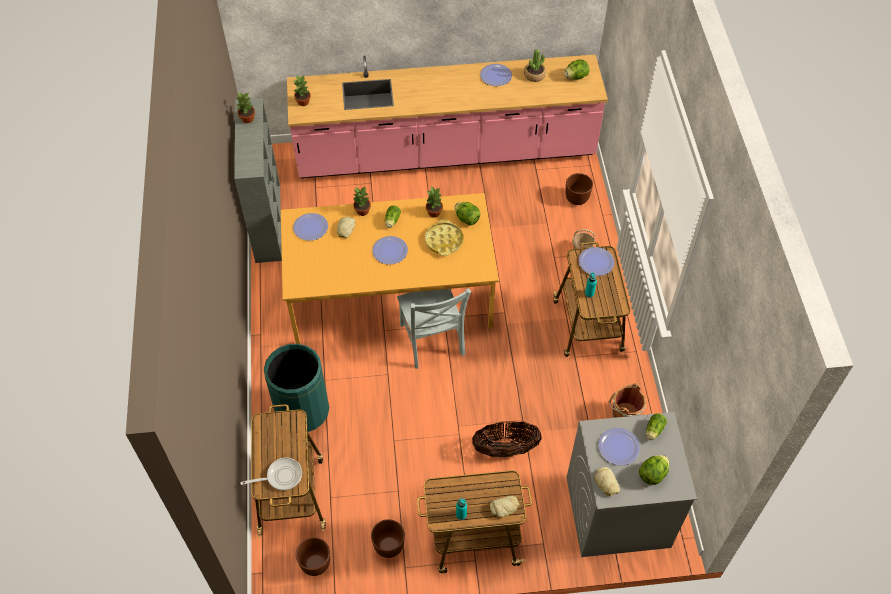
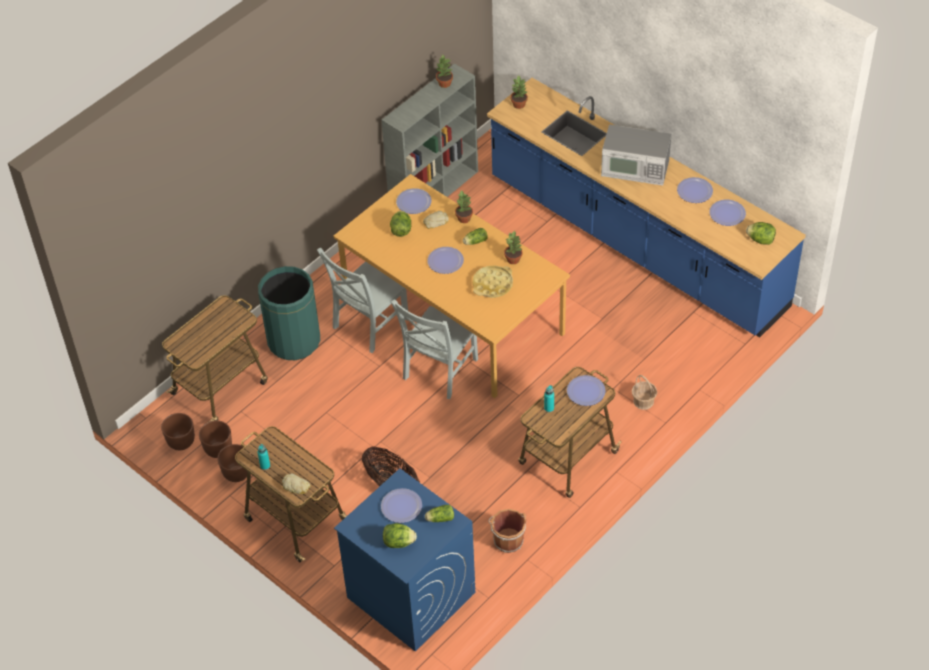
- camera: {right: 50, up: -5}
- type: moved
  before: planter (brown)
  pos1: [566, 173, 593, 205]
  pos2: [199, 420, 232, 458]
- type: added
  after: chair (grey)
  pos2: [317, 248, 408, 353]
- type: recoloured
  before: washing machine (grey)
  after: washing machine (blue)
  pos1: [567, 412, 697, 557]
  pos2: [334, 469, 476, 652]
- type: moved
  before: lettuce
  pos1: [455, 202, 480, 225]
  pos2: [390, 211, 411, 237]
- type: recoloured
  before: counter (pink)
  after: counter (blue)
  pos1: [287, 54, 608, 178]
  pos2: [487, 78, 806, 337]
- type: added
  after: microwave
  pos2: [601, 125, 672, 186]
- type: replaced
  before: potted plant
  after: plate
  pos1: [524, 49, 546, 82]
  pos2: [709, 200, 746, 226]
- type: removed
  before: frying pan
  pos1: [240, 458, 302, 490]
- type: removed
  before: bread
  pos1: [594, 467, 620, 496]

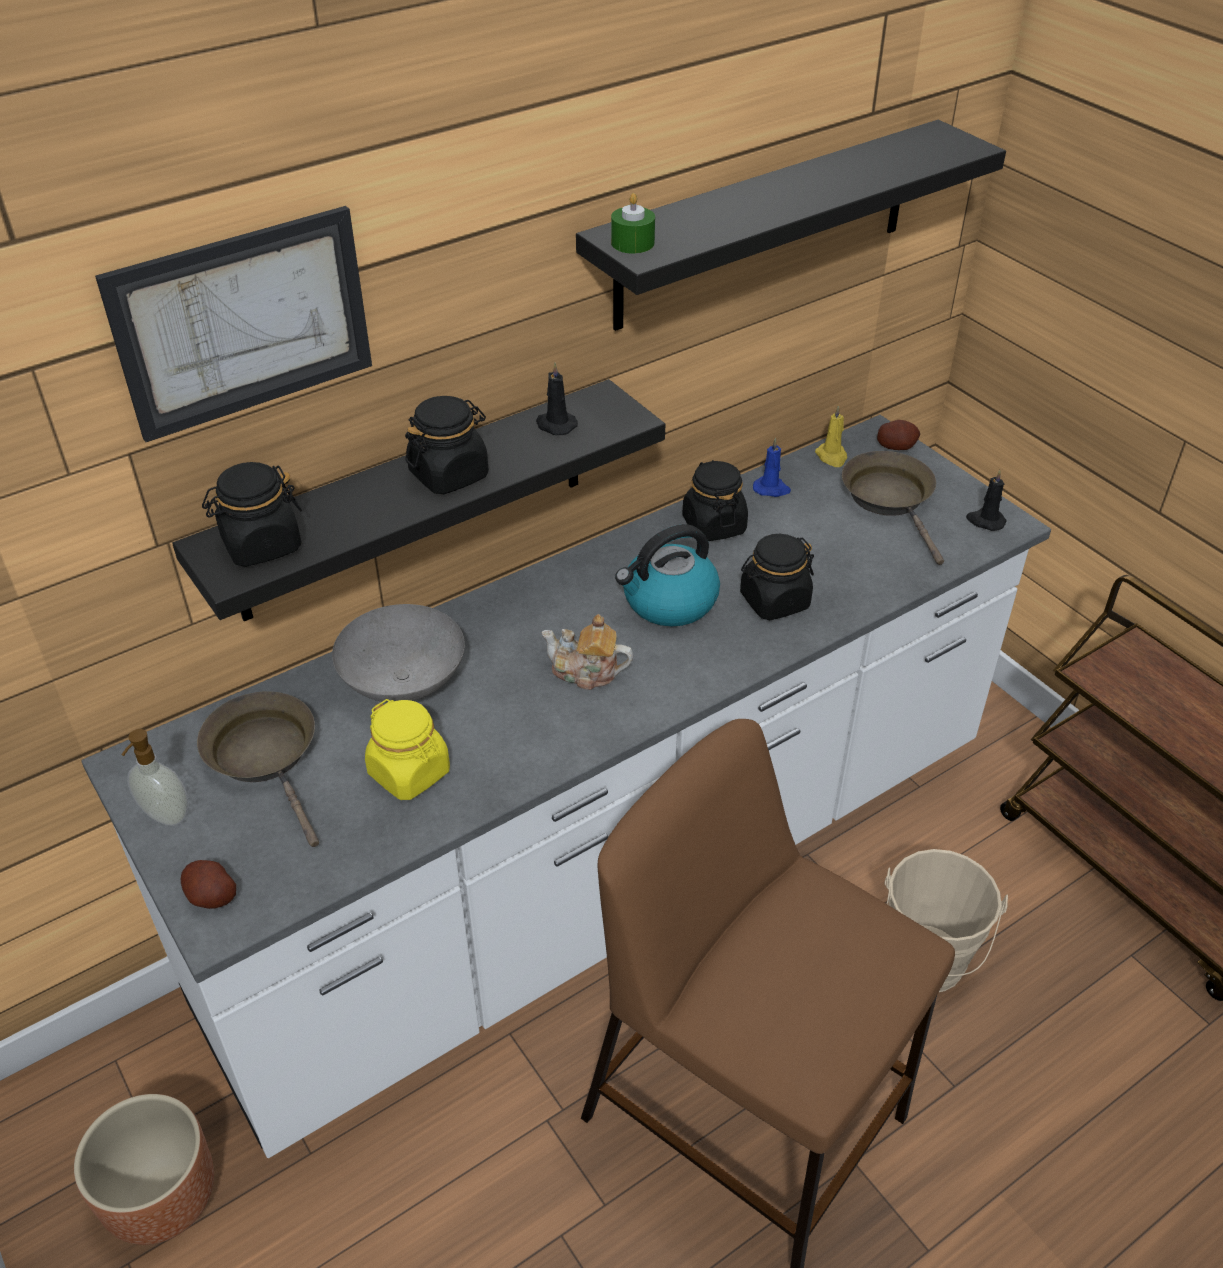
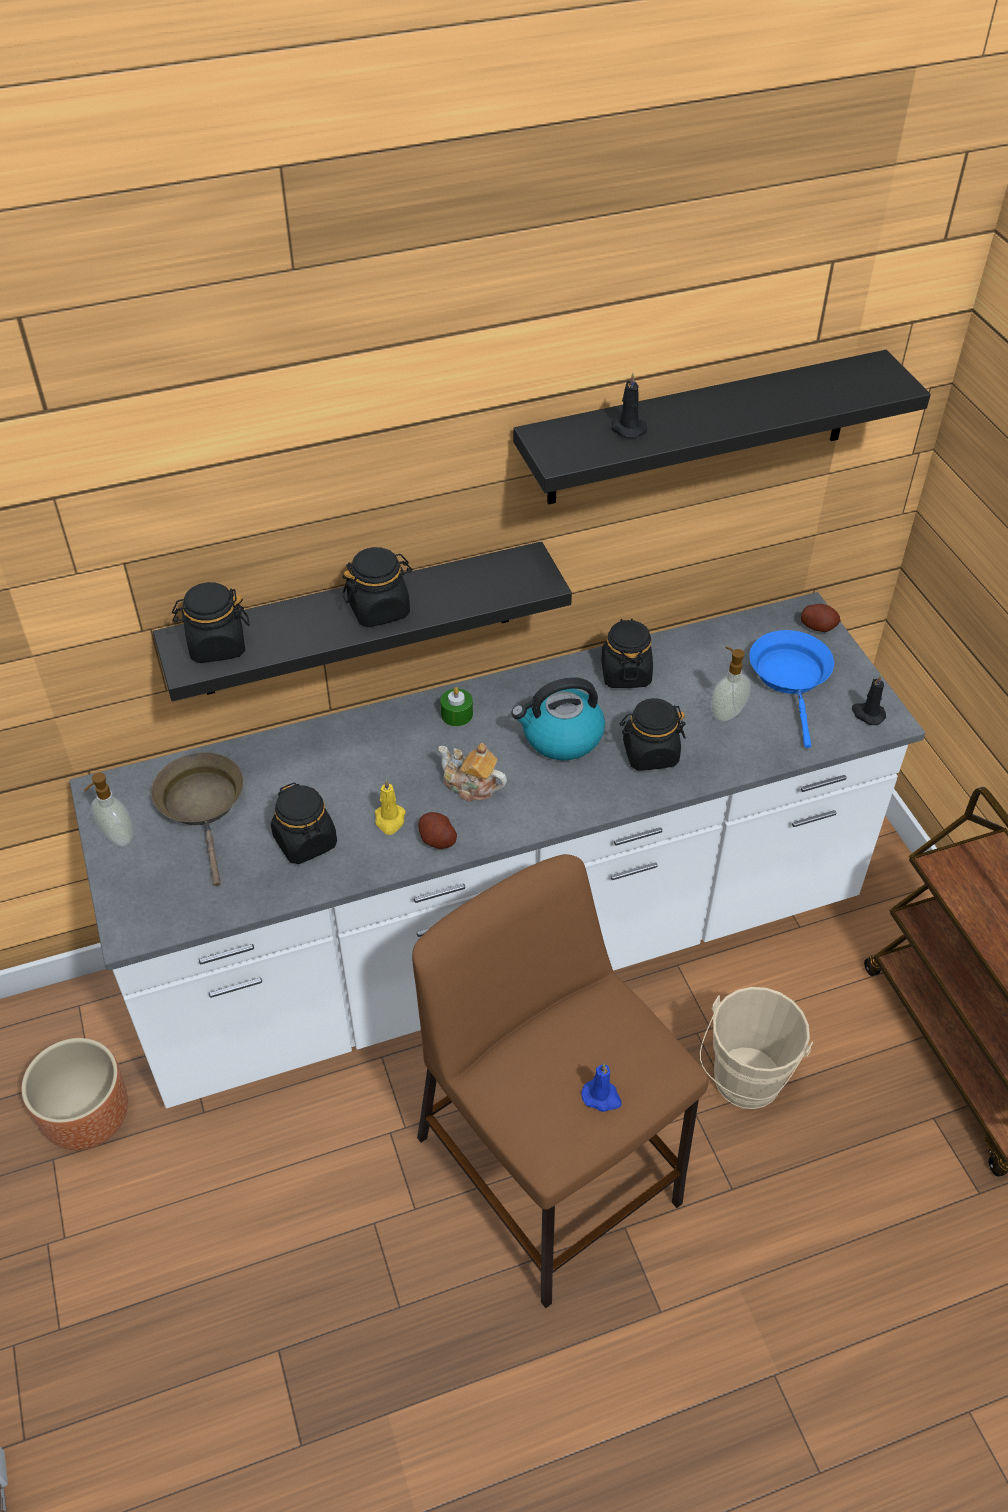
- camera: {right: 15, up: 5}
- type: recoloured
  before: jar (yellow)
  after: jar (black)
  pos1: [365, 699, 450, 800]
  pos2: [271, 782, 337, 864]
- type: moved
  before: candle (yellow)
  pos1: [815, 405, 847, 467]
  pos2: [375, 779, 406, 835]
- type: moved
  before: potato
  pos1: [181, 860, 236, 909]
  pos2: [418, 812, 457, 849]
- type: moved
  before: candle (green)
  pos1: [611, 193, 655, 254]
  pos2: [440, 687, 473, 726]
- type: moved
  before: candle (blue)
  pos1: [753, 438, 791, 497]
  pos2: [581, 1063, 622, 1112]
- type: moved
  before: candle (black)
  pos1: [536, 363, 578, 435]
  pos2: [611, 373, 647, 439]
- type: added
  after: soap dispenser
  pos2: [711, 647, 751, 722]
- type: recoloured
  before: frying pan (brown)
  after: frying pan (blue)
  pos1: [842, 451, 944, 565]
  pos2: [749, 630, 834, 748]
- type: removed
  before: picture
  pos1: [95, 206, 372, 442]
- type: removed
  before: bowl (grey)
  pos1: [332, 604, 465, 703]

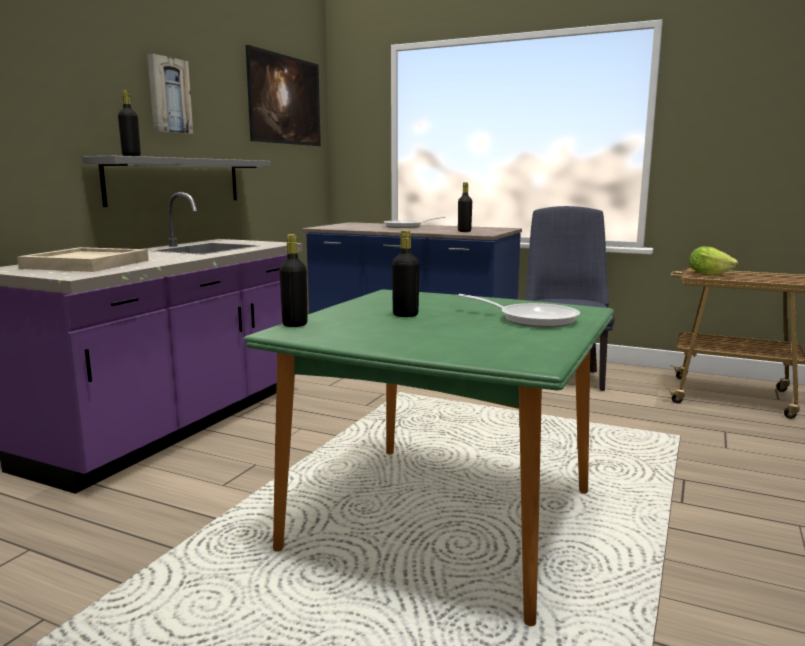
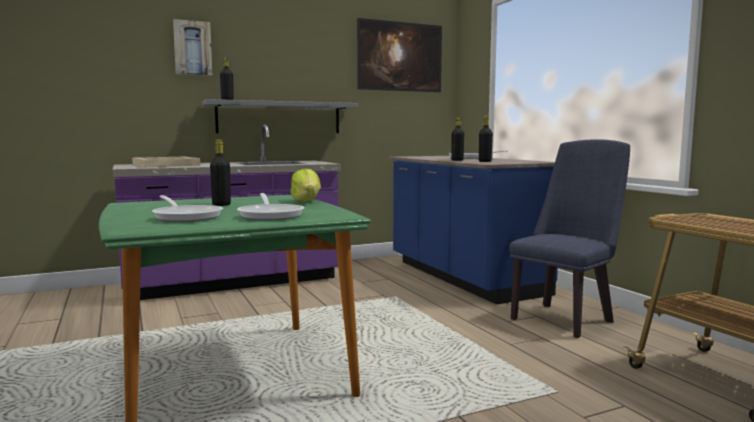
- camera: {right: 40, up: -5}
- type: added
  after: frying pan
  pos2: [152, 195, 223, 222]
- type: moved
  before: picture
  pos1: [147, 53, 193, 134]
  pos2: [173, 19, 212, 76]
- type: moved
  before: lettuce
  pos1: [689, 246, 738, 276]
  pos2: [290, 168, 321, 202]
- type: moved
  before: bottle (black)
  pos1: [279, 234, 308, 327]
  pos2: [451, 117, 464, 161]

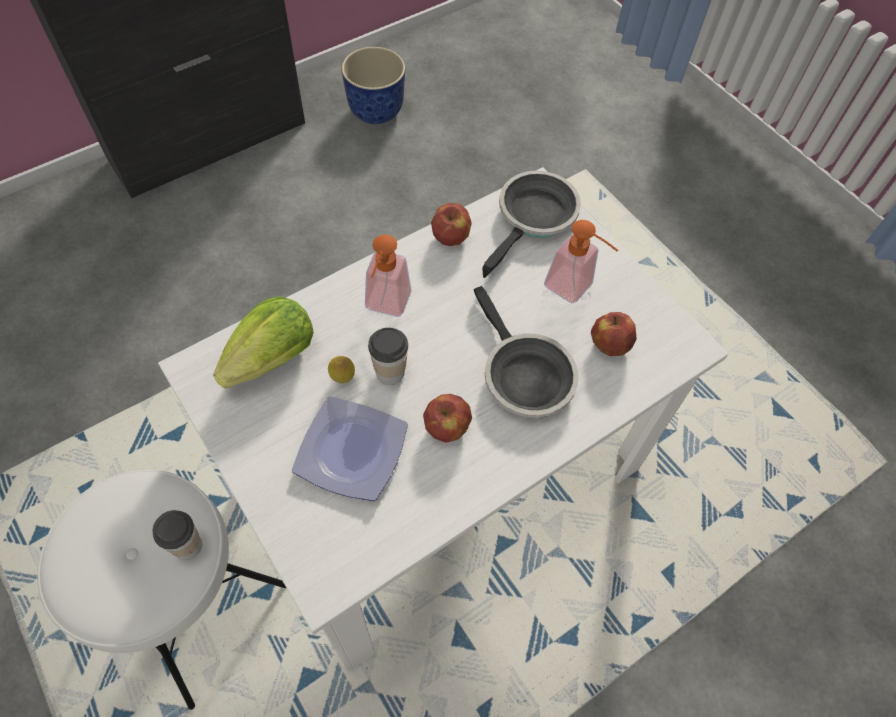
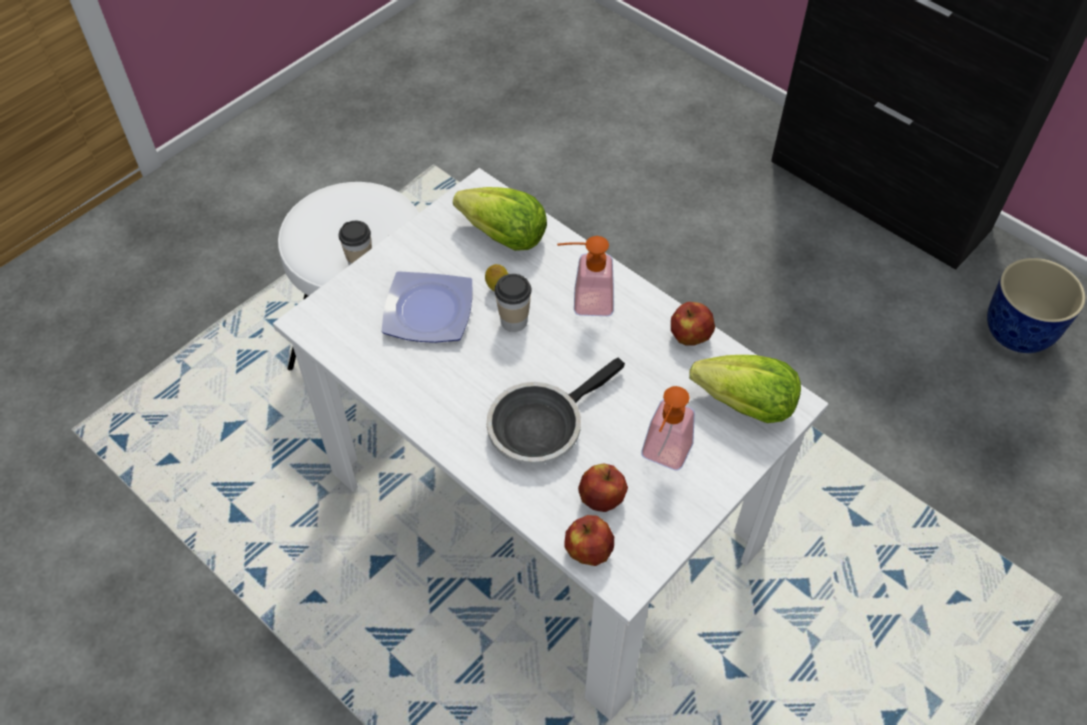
- camera: {right: 80, up: -5}
- type: moved
  before: apple
  pos1: [423, 394, 472, 443]
  pos2: [564, 515, 614, 566]
- type: replaced
  before: frying pan
  after: lettuce
  pos1: [482, 171, 581, 278]
  pos2: [689, 355, 801, 423]

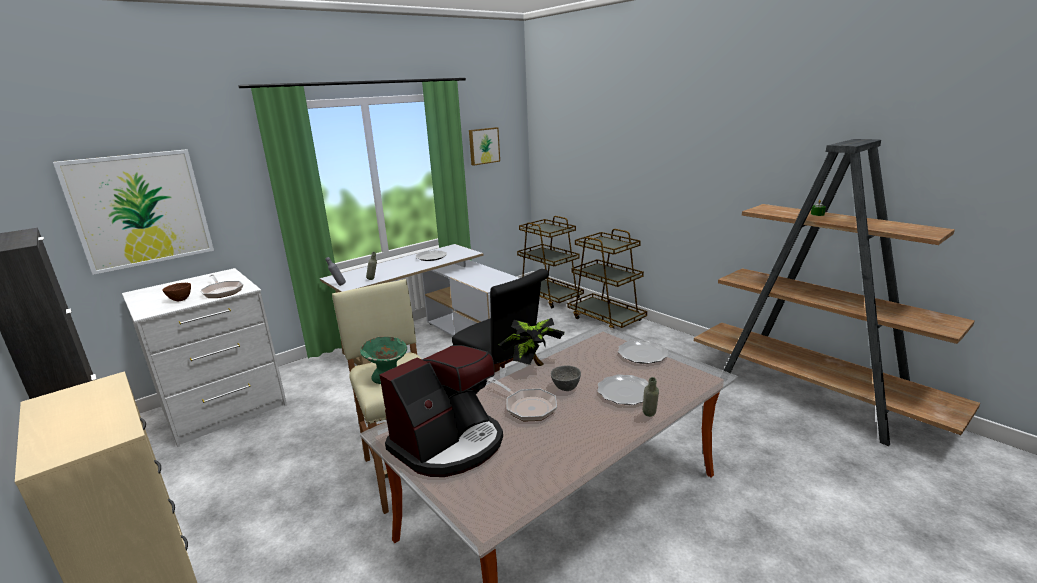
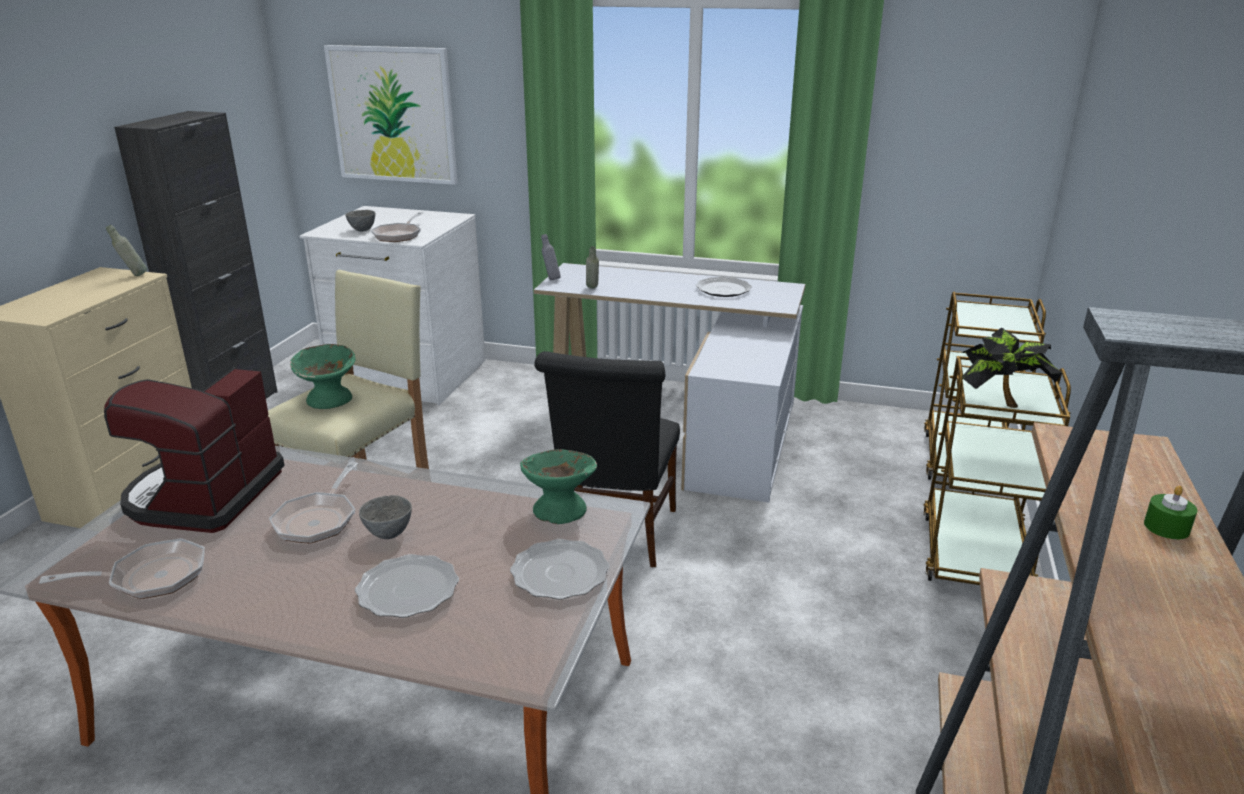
- camera: {right: 55, up: 5}
- type: added
  after: frying pan
  pos2: [39, 538, 205, 599]
- type: turned
  before: coffee machine
  pos1: [379, 345, 503, 477]
  pos2: [104, 367, 285, 533]
  turn: 90
- type: moved
  before: bottle (grey)
  pos1: [643, 377, 659, 417]
  pos2: [106, 225, 147, 276]
- type: recoloured
  before: bowl (brown)
  after: bowl (grey)
  pos1: [162, 283, 191, 301]
  pos2: [345, 210, 375, 231]
- type: added
  after: bowl (green)
  pos2: [520, 449, 597, 524]
- type: moved
  before: potted plant
  pos1: [499, 318, 564, 366]
  pos2: [961, 328, 1062, 408]
- type: removed
  before: picture
  pos1: [469, 127, 500, 165]

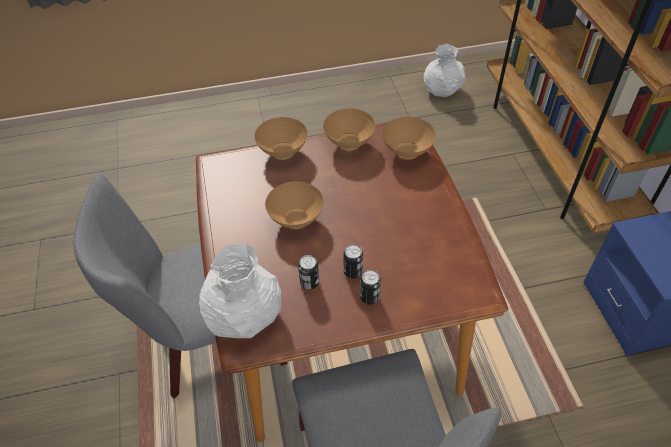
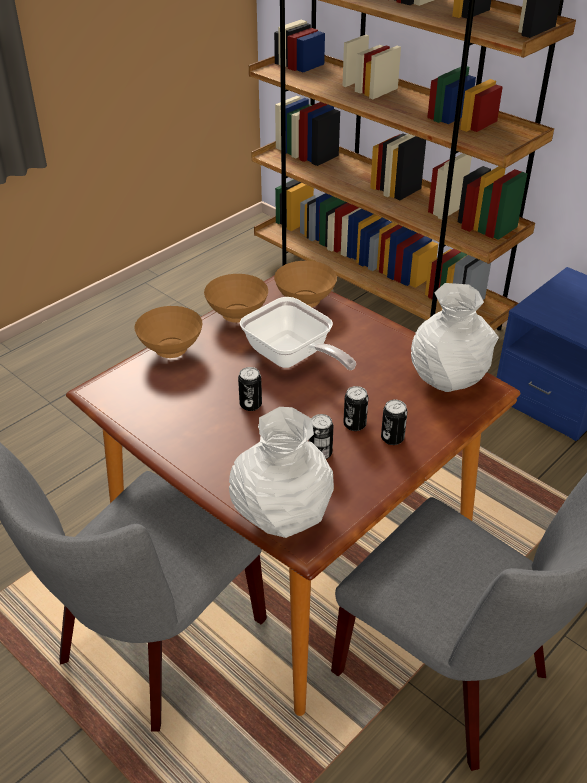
- camera: {right: -35, up: -10}
- type: replaced
  before: bowl (brown)
  after: can
  pos1: [265, 181, 324, 229]
  pos2: [238, 367, 262, 411]
- type: added
  after: frying pan
  pos2: [240, 297, 356, 370]
- type: moved
  before: vase (white)
  pos1: [424, 44, 466, 97]
  pos2: [411, 283, 499, 392]

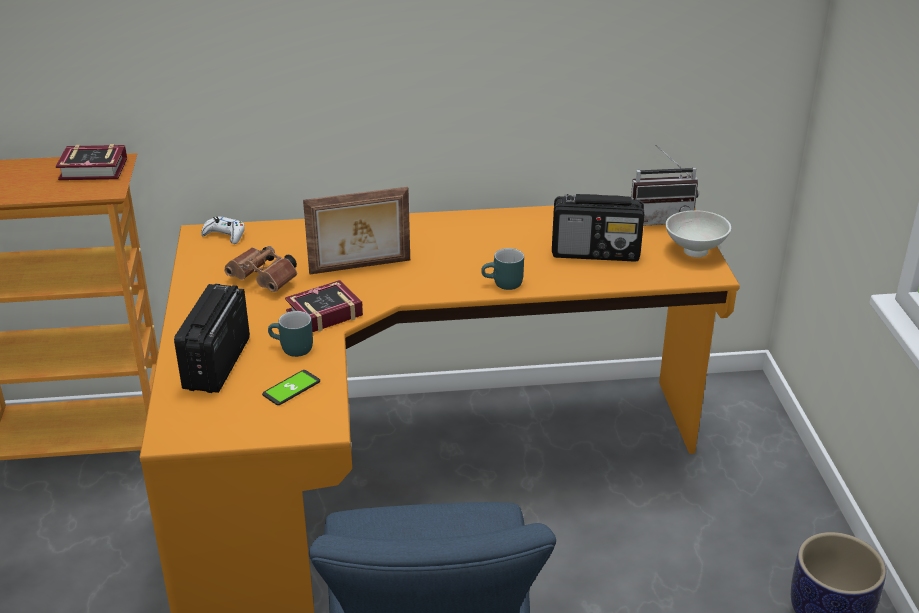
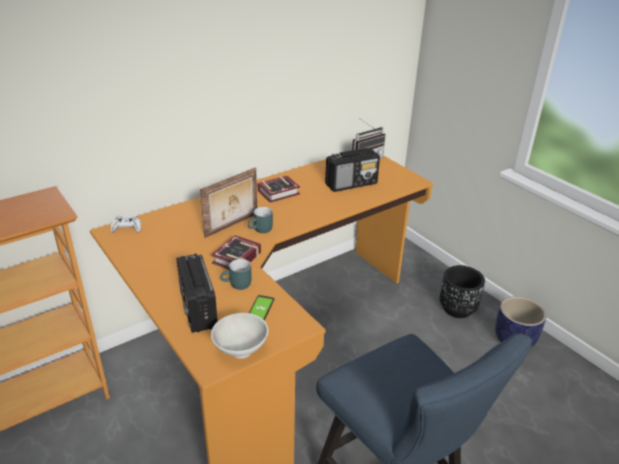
- camera: {right: -30, up: 0}
- type: moved
  before: bowl (white)
  pos1: [665, 210, 731, 257]
  pos2: [211, 313, 268, 358]
- type: moved
  before: mug (turquoise)
  pos1: [481, 248, 524, 290]
  pos2: [248, 207, 273, 233]
- type: moved
  before: book
  pos1: [56, 144, 127, 180]
  pos2: [258, 176, 300, 203]
- type: added
  after: planter (black)
  pos2: [440, 265, 485, 318]
- type: removed
  before: binoculars (brown)
  pos1: [225, 246, 297, 292]

